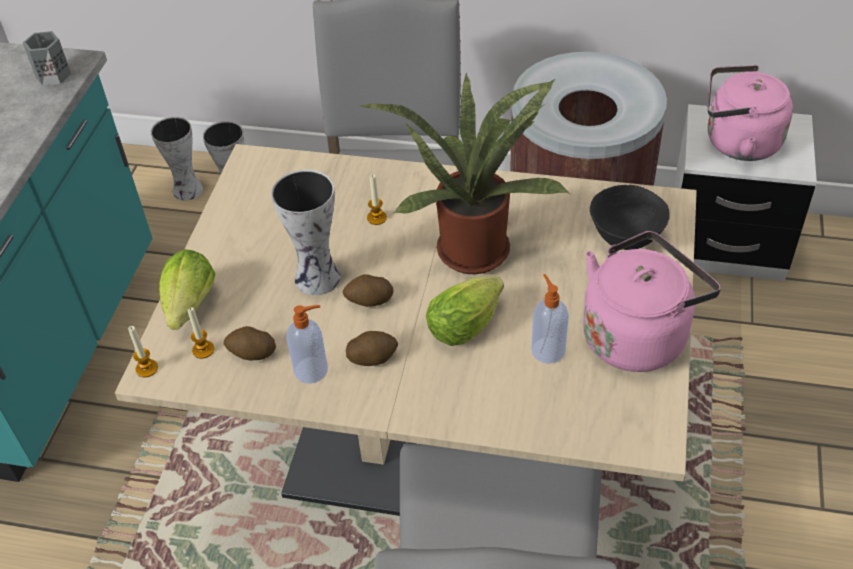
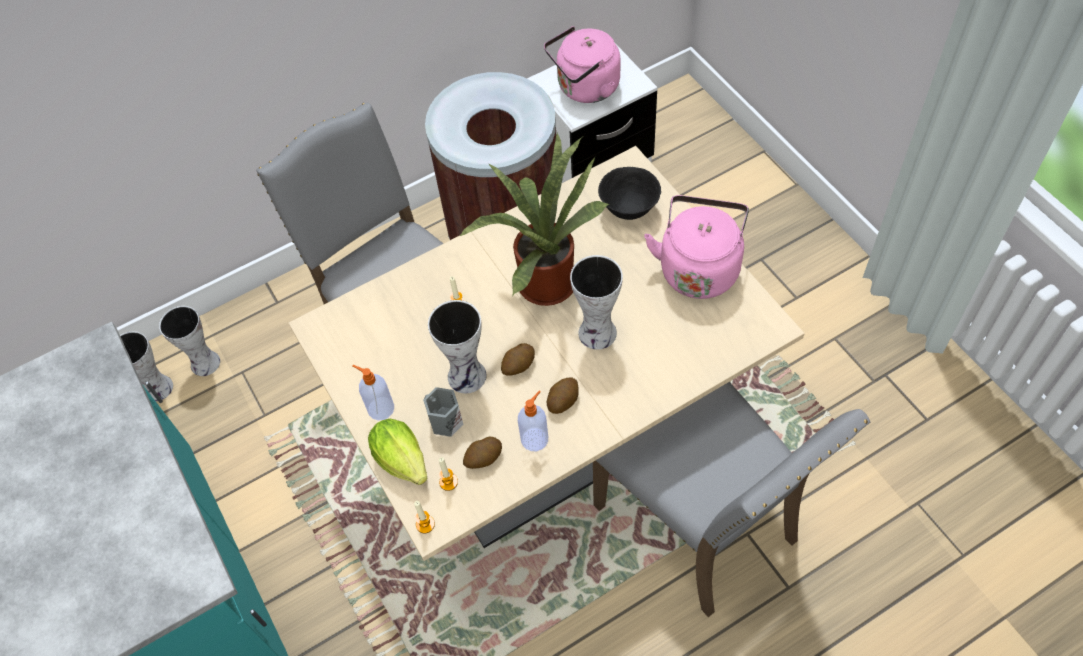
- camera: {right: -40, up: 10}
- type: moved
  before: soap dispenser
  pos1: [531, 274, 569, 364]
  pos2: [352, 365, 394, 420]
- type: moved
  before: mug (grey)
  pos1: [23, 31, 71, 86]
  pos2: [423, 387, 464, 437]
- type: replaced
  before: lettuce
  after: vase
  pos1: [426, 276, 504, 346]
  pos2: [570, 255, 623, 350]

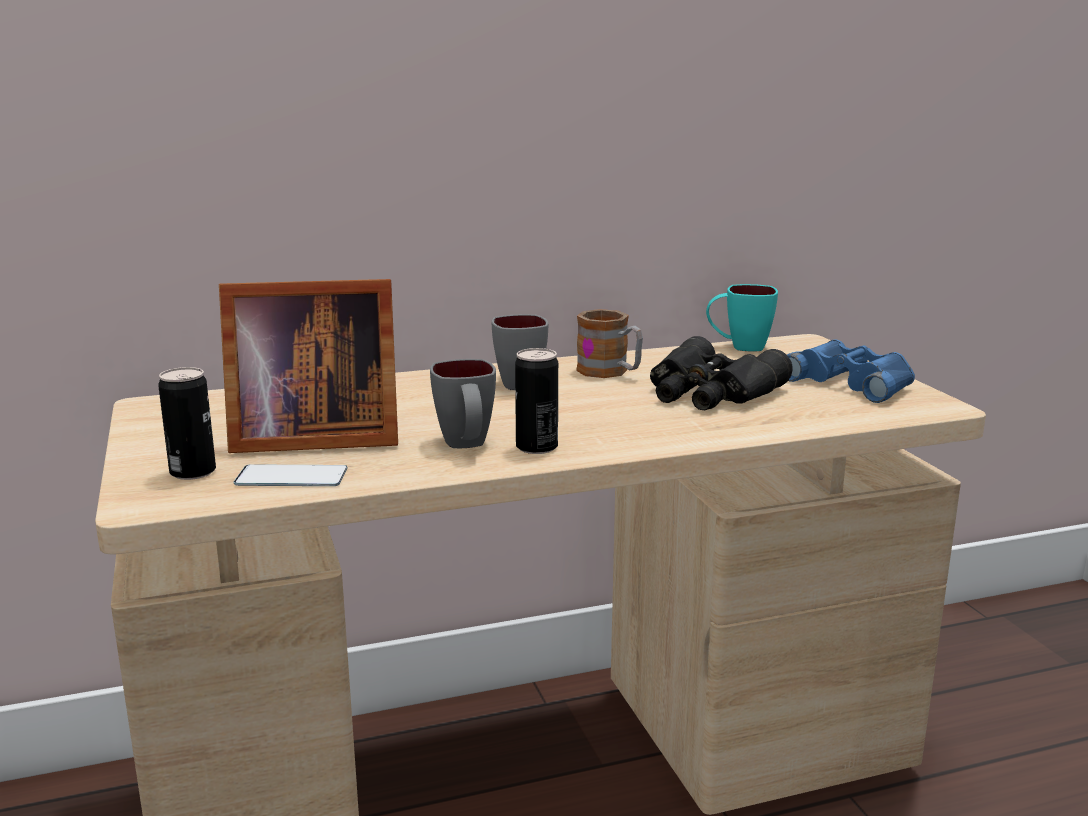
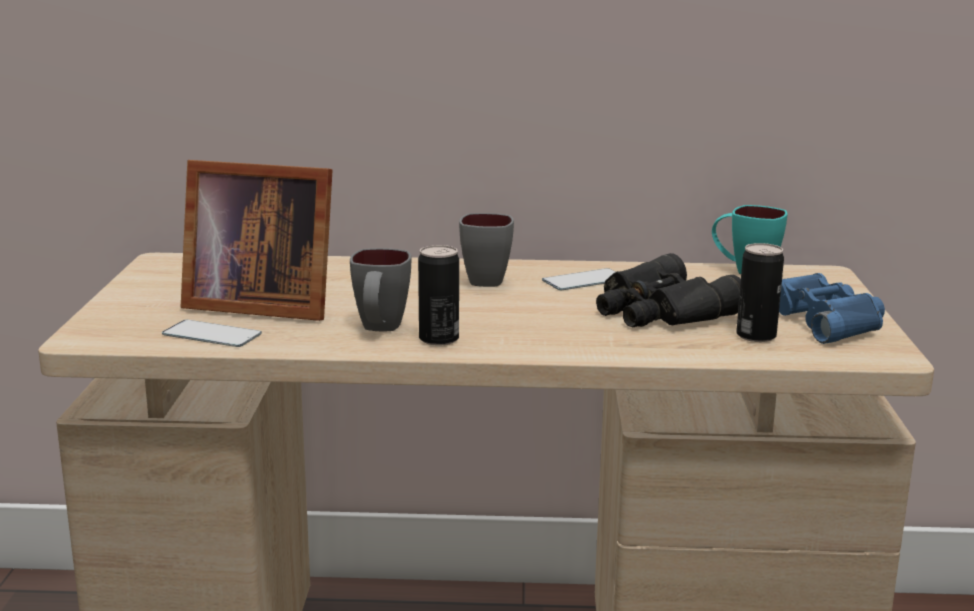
- camera: {right: 20, up: 0}
- type: replaced
  before: mug
  after: phone
  pos1: [576, 309, 643, 378]
  pos2: [542, 268, 616, 290]
- type: moved
  before: can
  pos1: [158, 367, 216, 480]
  pos2: [736, 243, 784, 342]

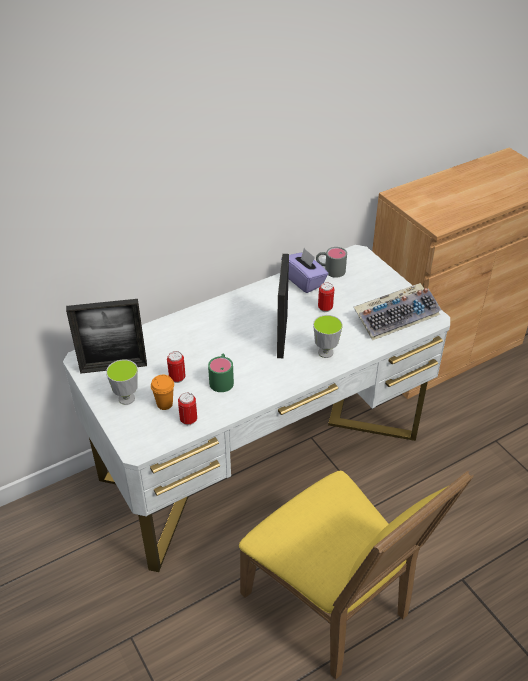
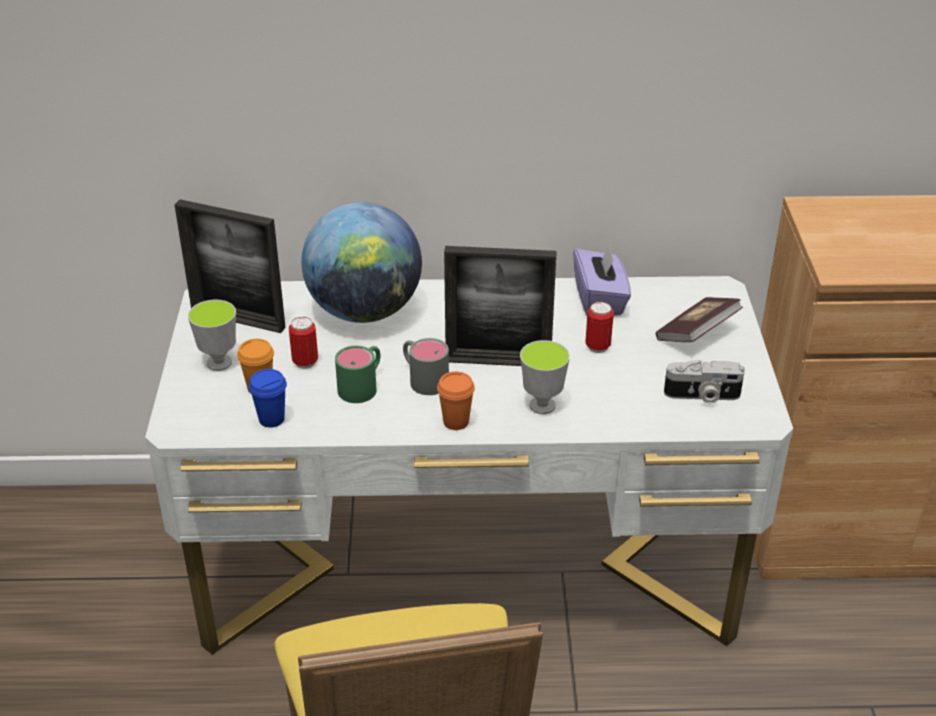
- camera: {right: 30, up: -5}
- type: replaced
  before: can
  after: cup (blue)
  pos1: [178, 393, 197, 425]
  pos2: [249, 369, 287, 428]
- type: added
  after: globe
  pos2: [301, 202, 422, 323]
- type: moved
  before: mug (grey)
  pos1: [316, 247, 347, 278]
  pos2: [403, 338, 449, 395]
- type: added
  after: cup (orange)
  pos2: [437, 371, 475, 430]
- type: turned
  before: picture frame
  pos1: [277, 254, 289, 358]
  pos2: [444, 246, 557, 366]
  turn: -120
- type: added
  after: book
  pos2: [656, 297, 743, 342]
- type: replaced
  before: keyboard
  after: photo camera
  pos1: [354, 283, 442, 341]
  pos2: [664, 360, 745, 404]

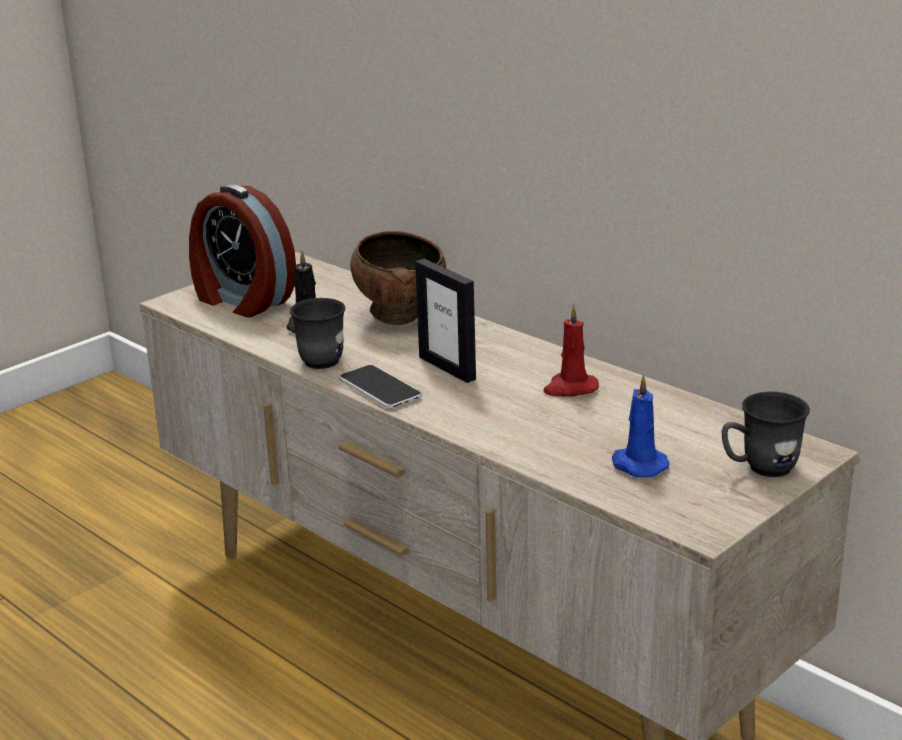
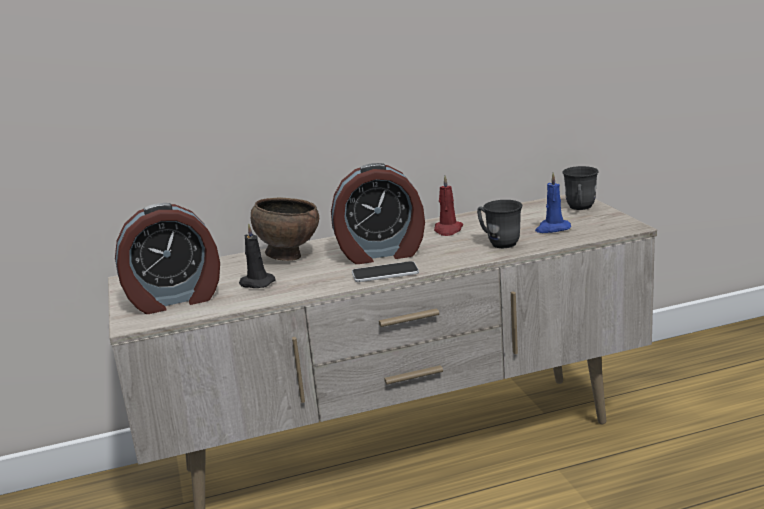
- camera: {right: -60, up: -5}
- type: replaced
  before: picture frame
  after: alarm clock
  pos1: [415, 259, 476, 383]
  pos2: [331, 163, 425, 264]
- type: moved
  before: mug (grey)
  pos1: [290, 298, 345, 369]
  pos2: [477, 200, 522, 248]

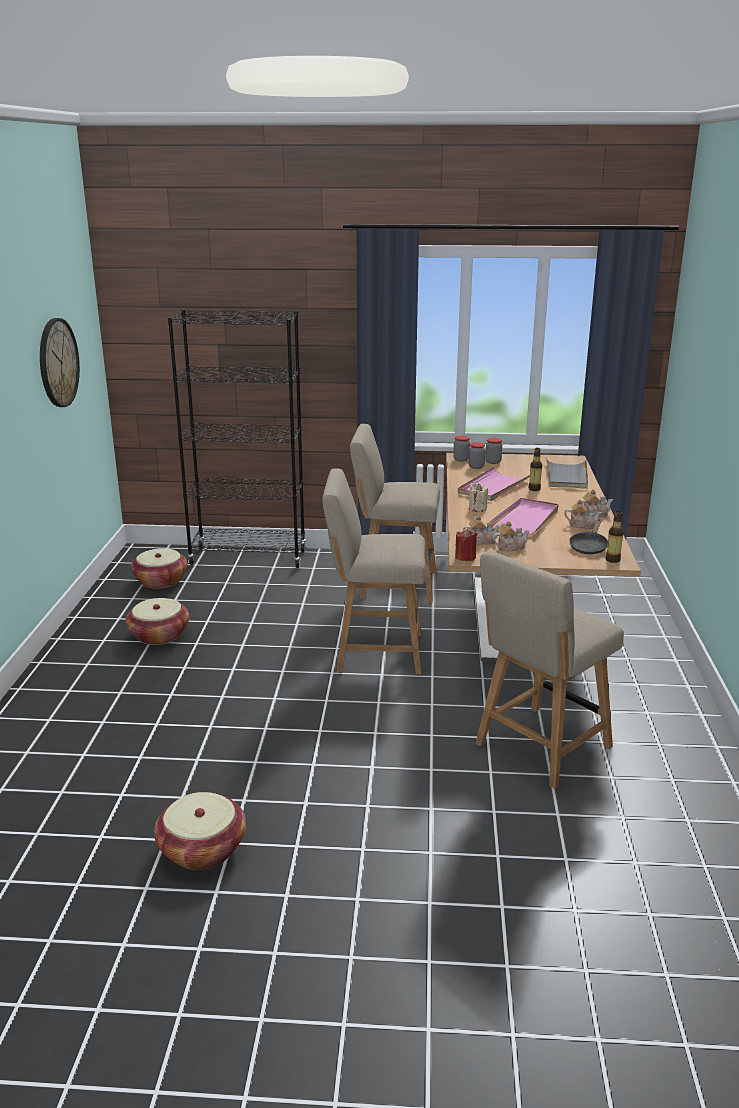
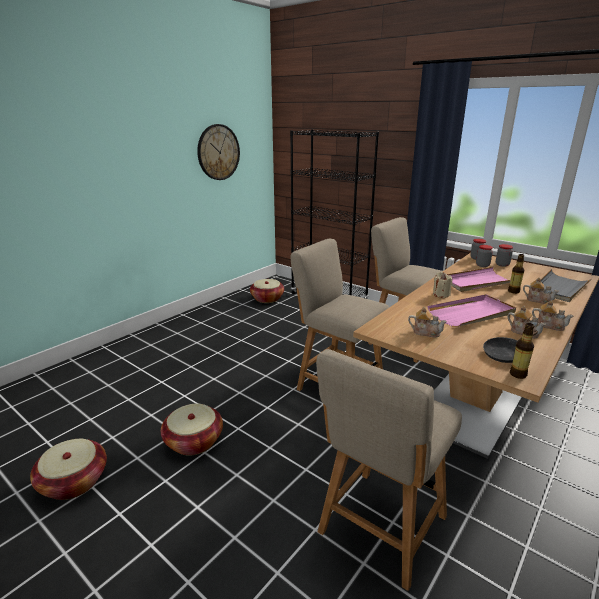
- camera: {right: 35, up: 0}
- type: moved
  before: basket
  pos1: [125, 598, 189, 645]
  pos2: [161, 403, 223, 456]
- type: turned
  before: chair (beige)
  pos1: [476, 551, 624, 789]
  pos2: [316, 349, 462, 591]
  turn: -45
- type: moved
  before: teapot
  pos1: [463, 515, 500, 545]
  pos2: [523, 278, 559, 304]
- type: removed
  before: candle (red)
  pos1: [455, 529, 477, 561]

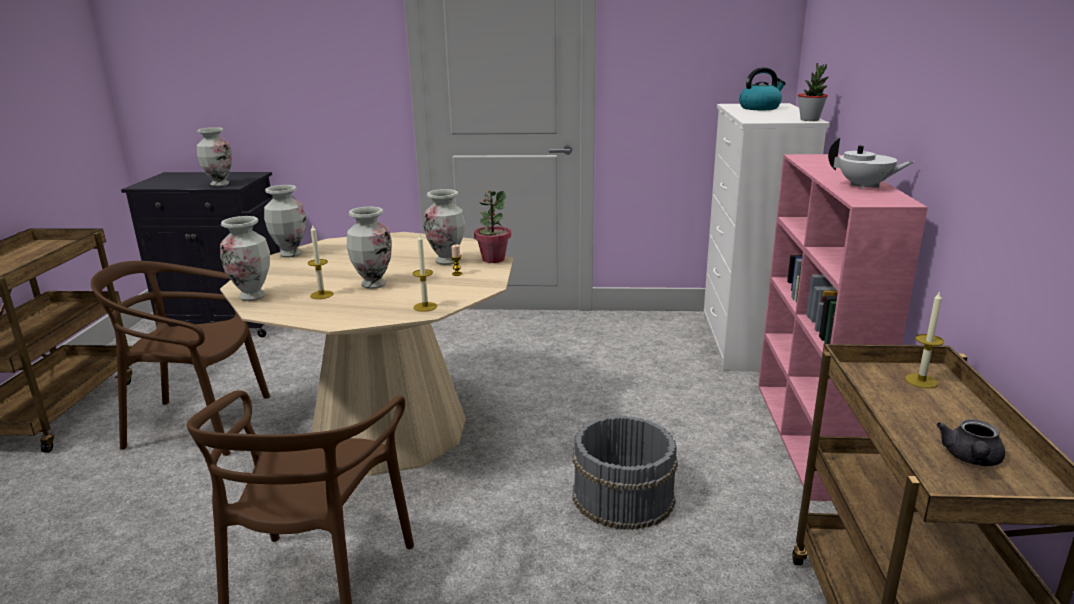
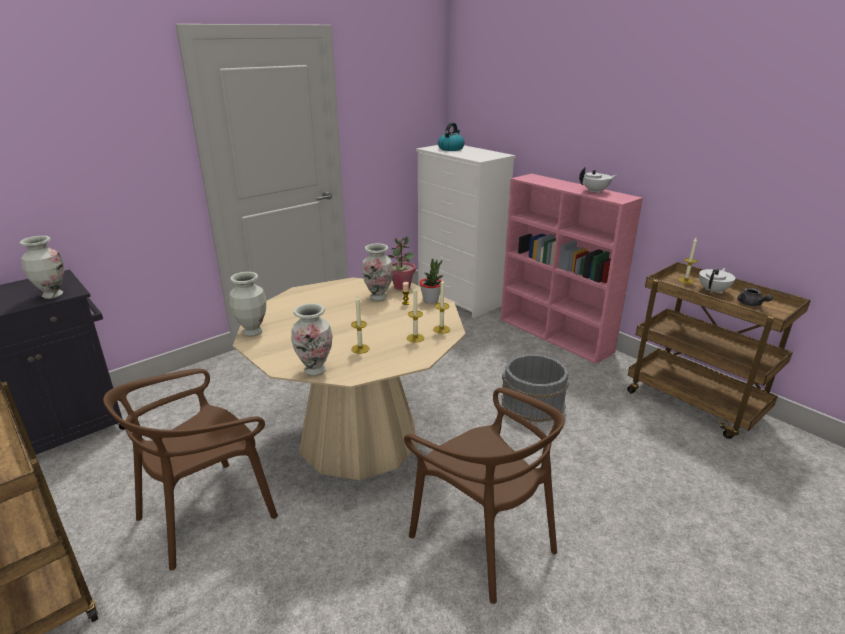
- camera: {right: -45, up: 5}
- type: added
  after: candle
  pos2: [407, 287, 424, 343]
- type: moved
  before: potted plant
  pos1: [798, 63, 828, 121]
  pos2: [419, 259, 443, 304]
- type: added
  after: teapot (white)
  pos2: [699, 268, 736, 294]
- type: removed
  before: vase
  pos1: [347, 207, 392, 289]

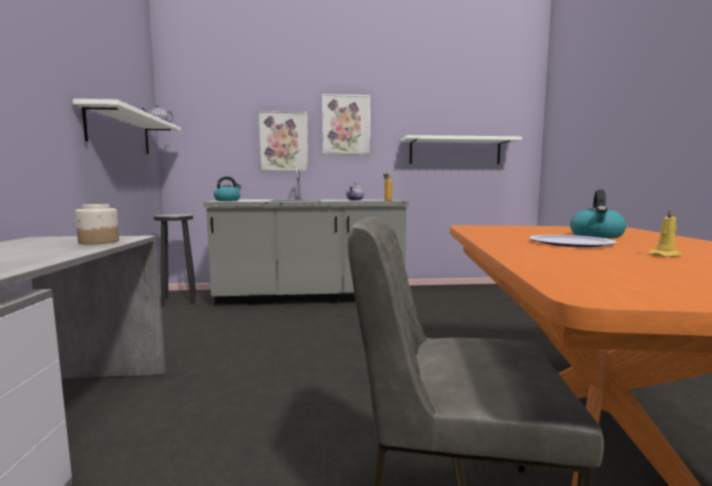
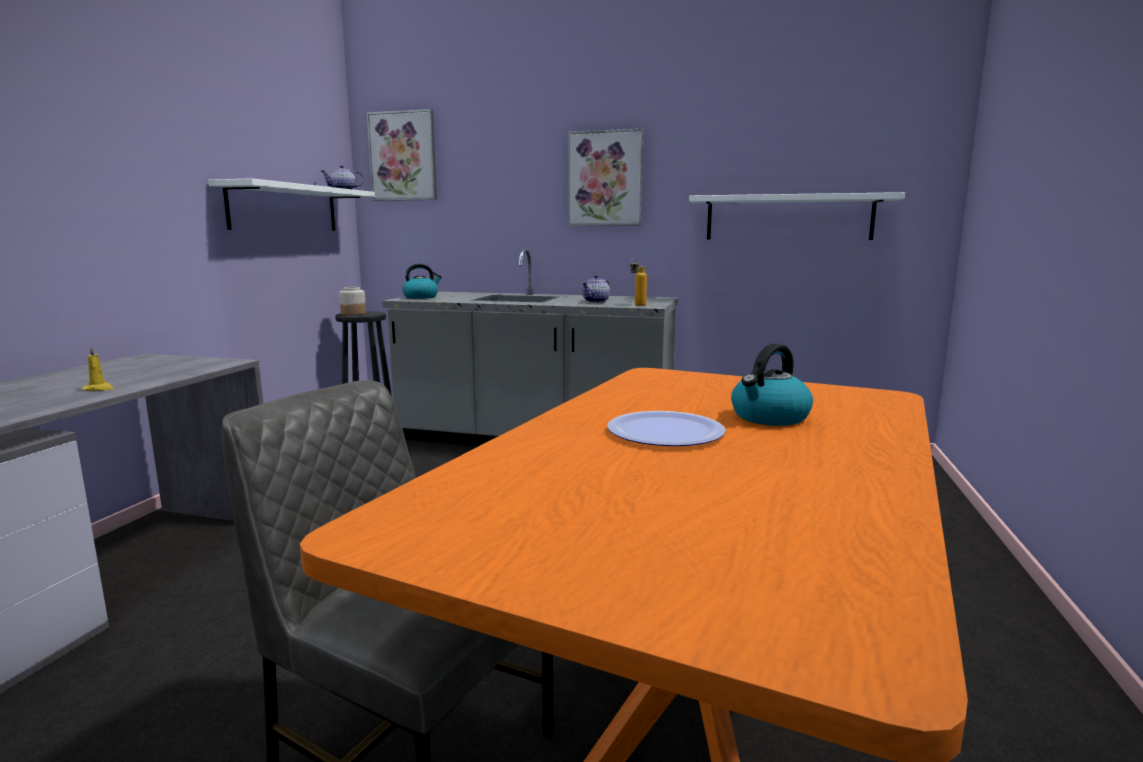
- camera: {right: 20, up: 5}
- type: moved
  before: candle (yellow)
  pos1: [649, 207, 682, 257]
  pos2: [83, 346, 114, 391]
- type: moved
  before: jar
  pos1: [75, 204, 119, 244]
  pos2: [339, 287, 366, 315]
- type: moved
  before: picture
  pos1: [258, 111, 308, 172]
  pos2: [367, 109, 437, 201]

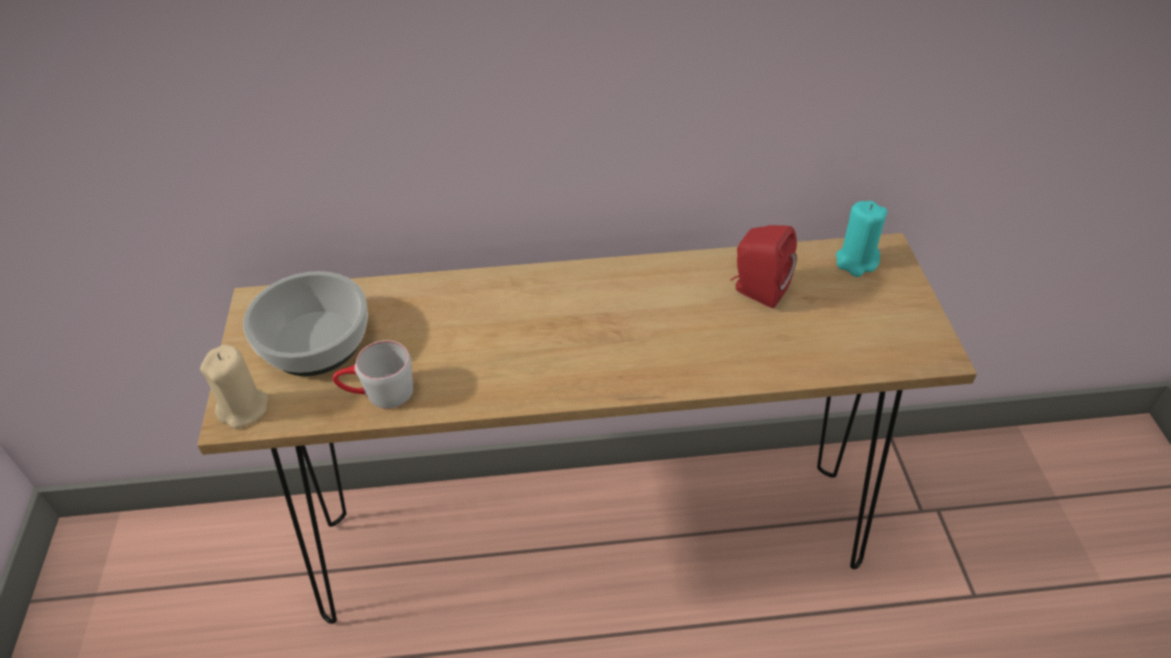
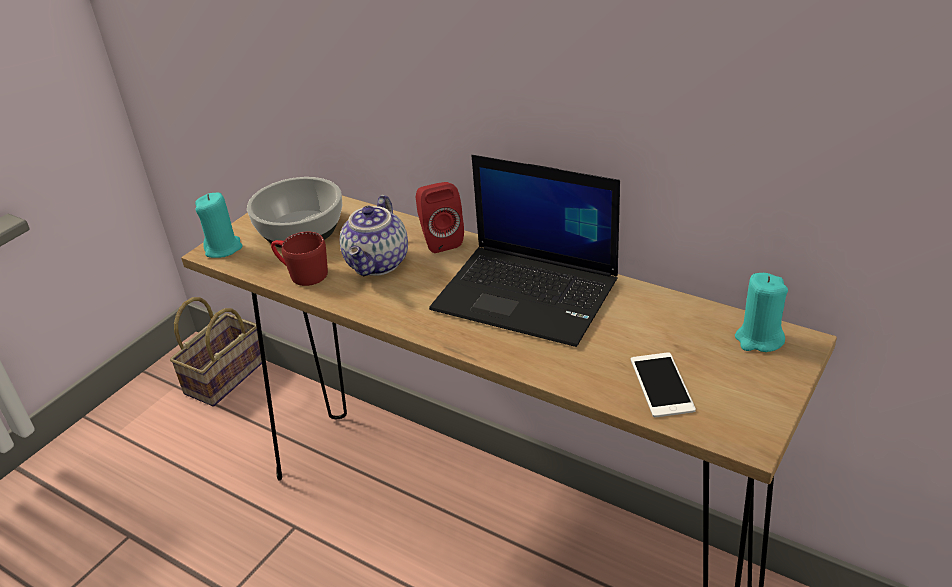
- camera: {right: 40, up: -10}
- type: added
  after: basket
  pos2: [170, 297, 262, 407]
- type: recoloured
  before: candle (beige)
  after: candle (turquoise)
  pos1: [200, 344, 268, 428]
  pos2: [195, 192, 243, 258]
- type: recoloured
  before: mug (grey)
  after: mug (red)
  pos1: [332, 340, 413, 409]
  pos2: [271, 232, 328, 286]
- type: added
  after: teapot
  pos2: [340, 195, 408, 276]
- type: moved
  before: speaker (red)
  pos1: [730, 225, 797, 308]
  pos2: [416, 182, 464, 253]
- type: added
  after: laptop
  pos2: [429, 155, 620, 347]
- type: added
  after: phone
  pos2: [631, 353, 696, 417]

